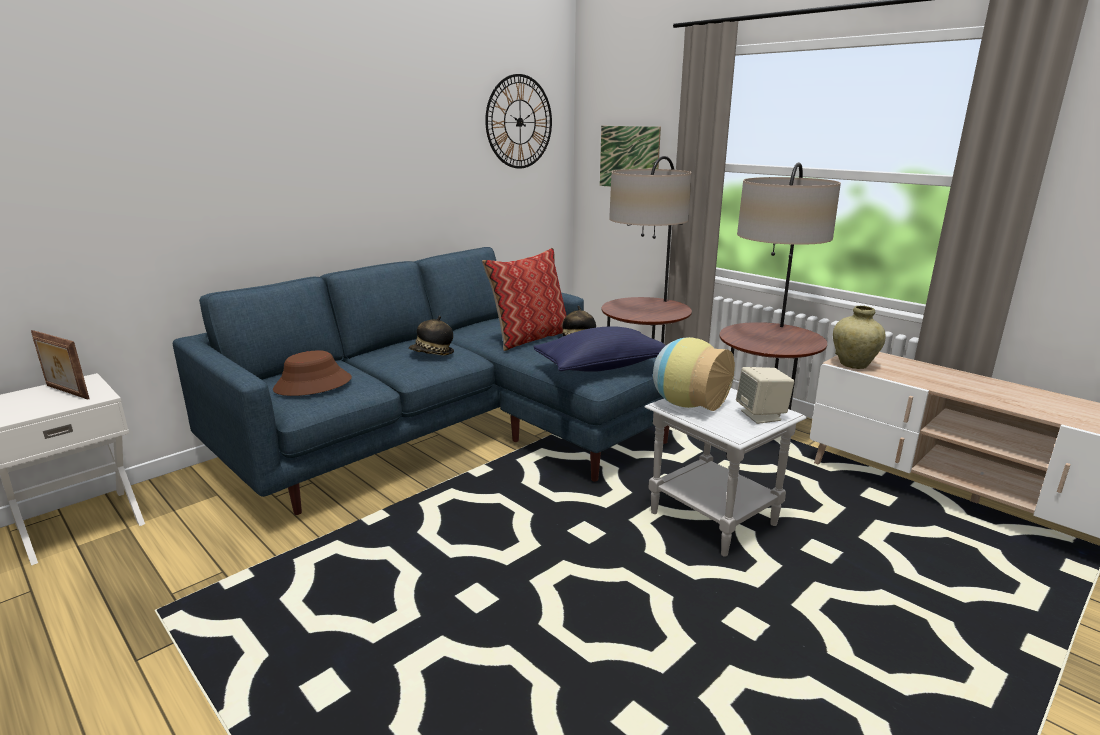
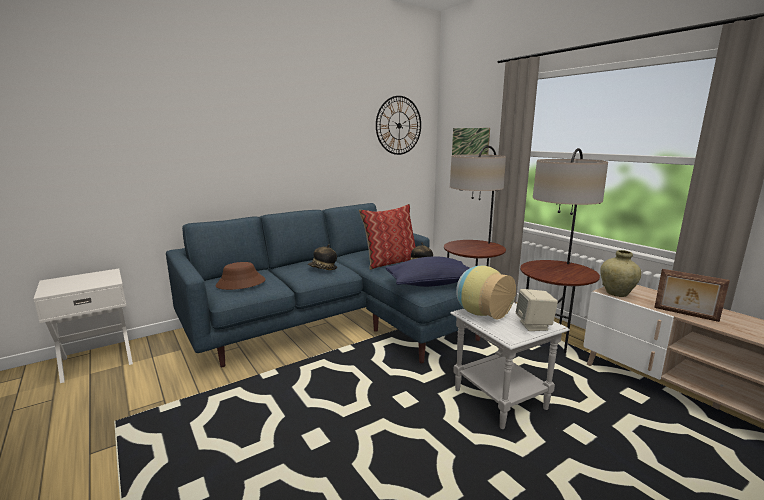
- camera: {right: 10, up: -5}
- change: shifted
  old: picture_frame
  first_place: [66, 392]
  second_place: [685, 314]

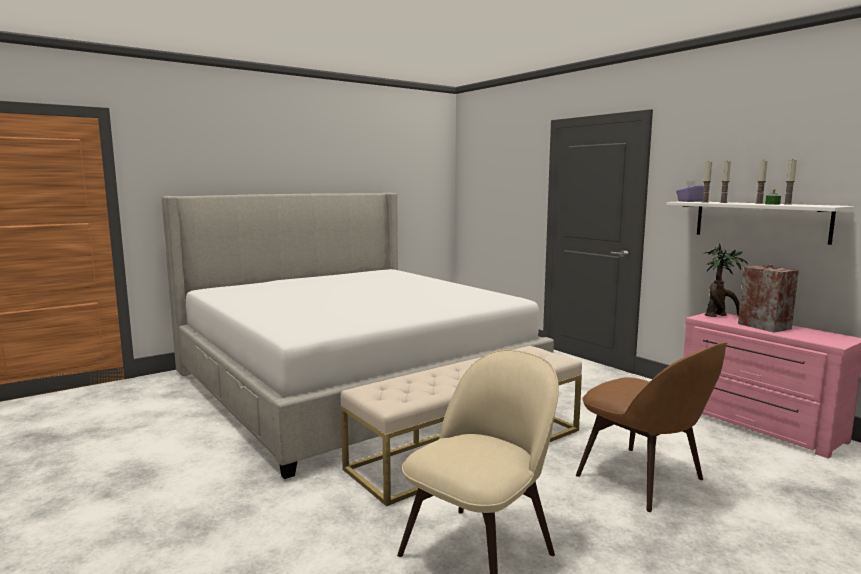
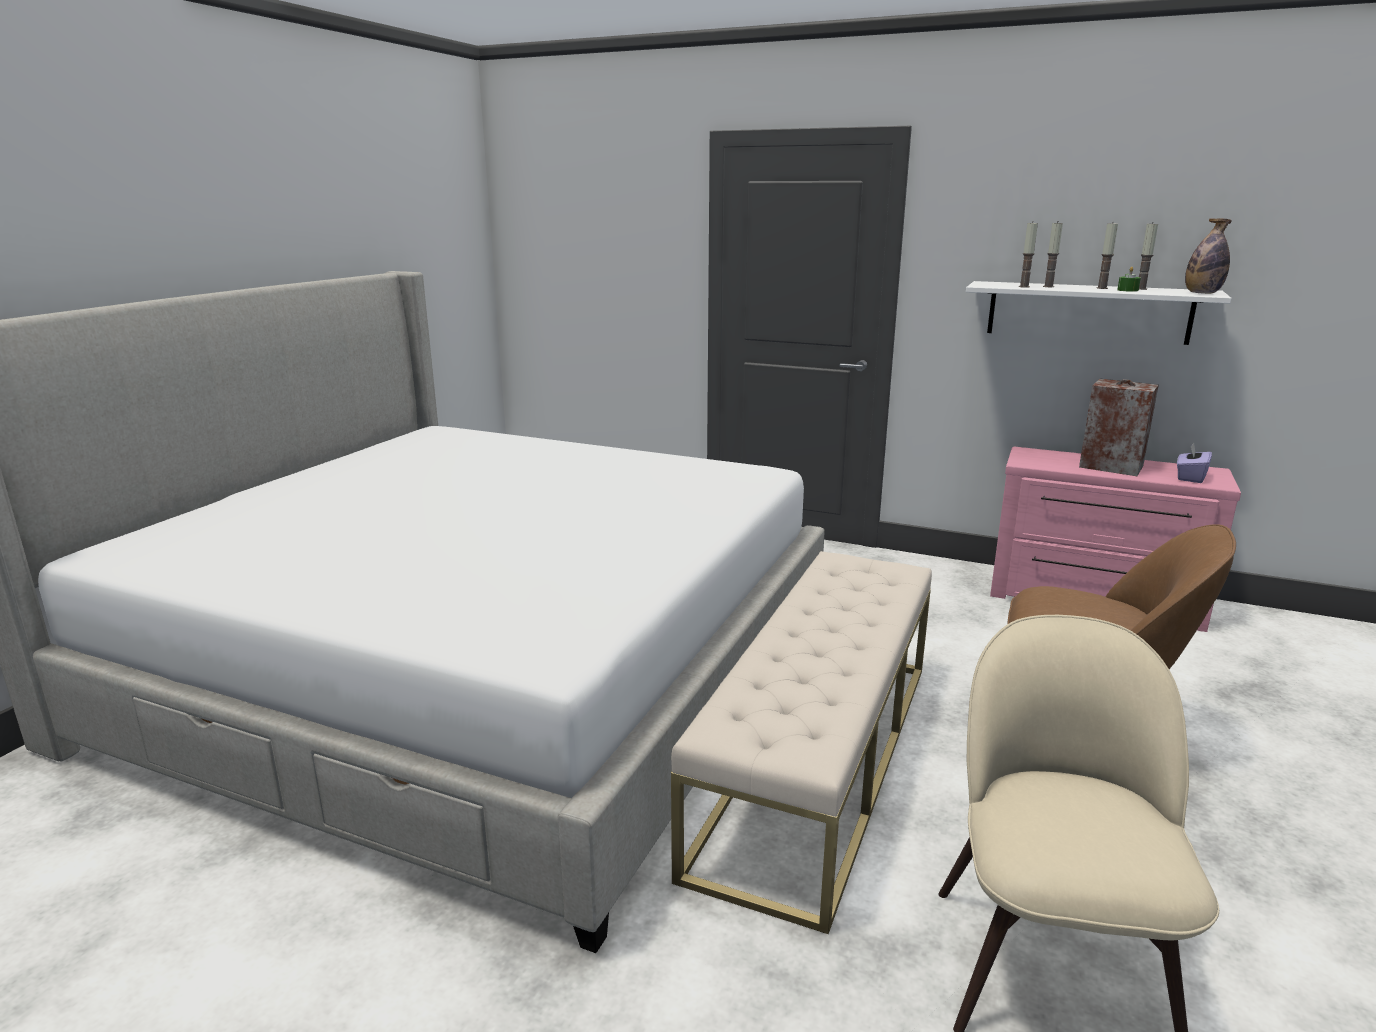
- camera: {right: -30, up: 10}
- change: gone
  old: potted_plant
  first_place: [719, 316]
- change: new
  new: bottle
  second_place: [1202, 293]
- change: shifted
  old: purple_tissue_box
  first_place: [690, 201]
  second_place: [1190, 477]

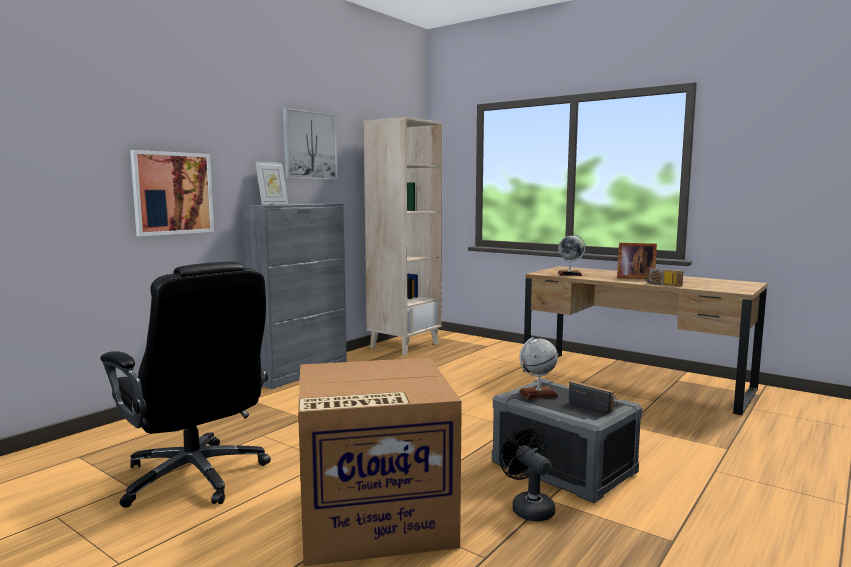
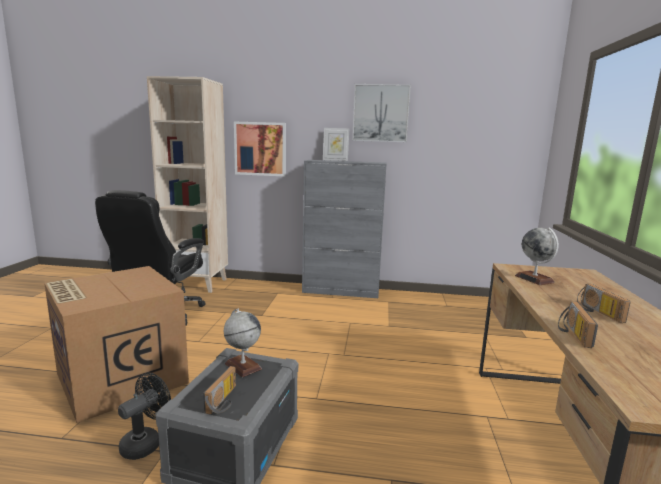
- camera: {right: 60, up: 5}
- change: shifted
  old: beige_bookcase
  first_place: [404, 345]
  second_place: [197, 284]
- change: swapped
  old: picture_frame
  new: radio
  first_place: [634, 277]
  second_place: [597, 312]

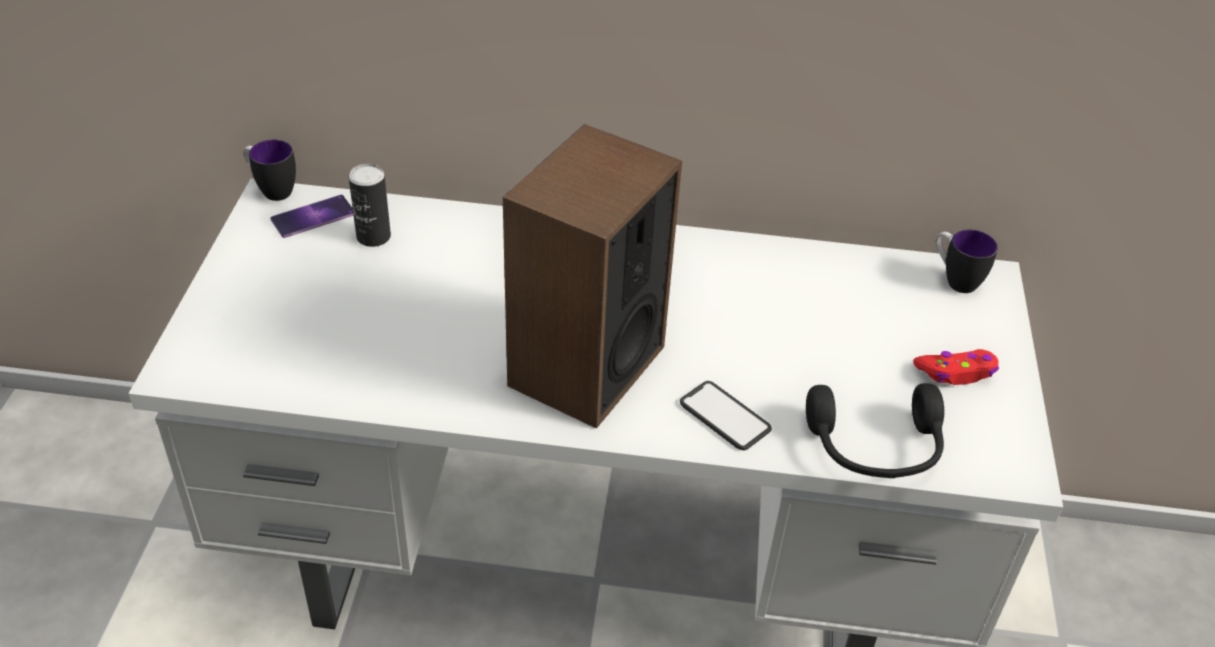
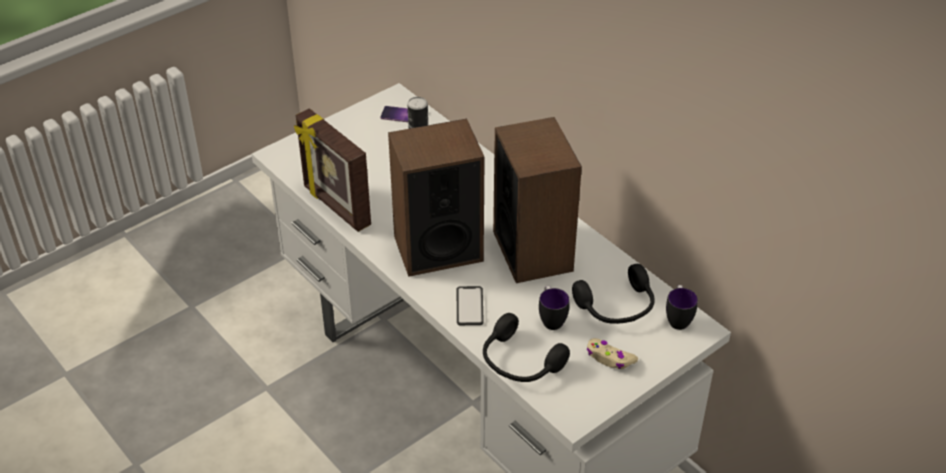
- camera: {right: 45, up: 0}
- change: new
  new: picture_frame
  second_place: [335, 207]
- change: new
  new: speaker
  second_place: [533, 251]
- change: new
  new: black_headphones
  second_place: [617, 307]
- change: shifted
  old: mug
  first_place: [272, 189]
  second_place: [551, 319]
- change: repainted
  old: red_game_controller
  new: beige_game_controller
  first_place: [956, 372]
  second_place: [609, 358]

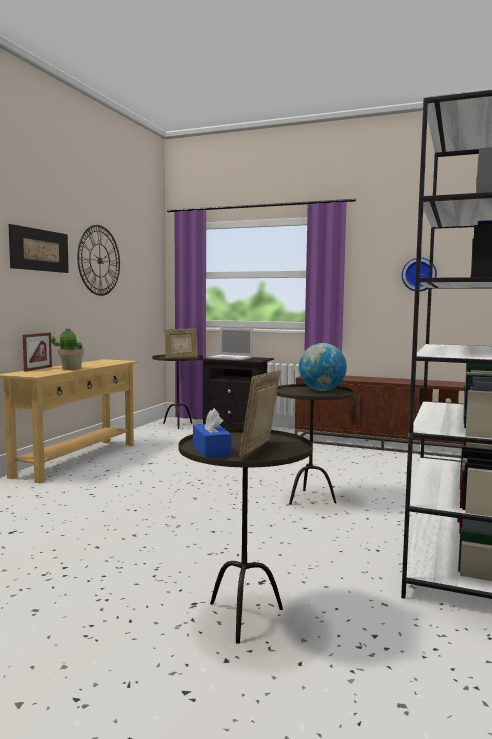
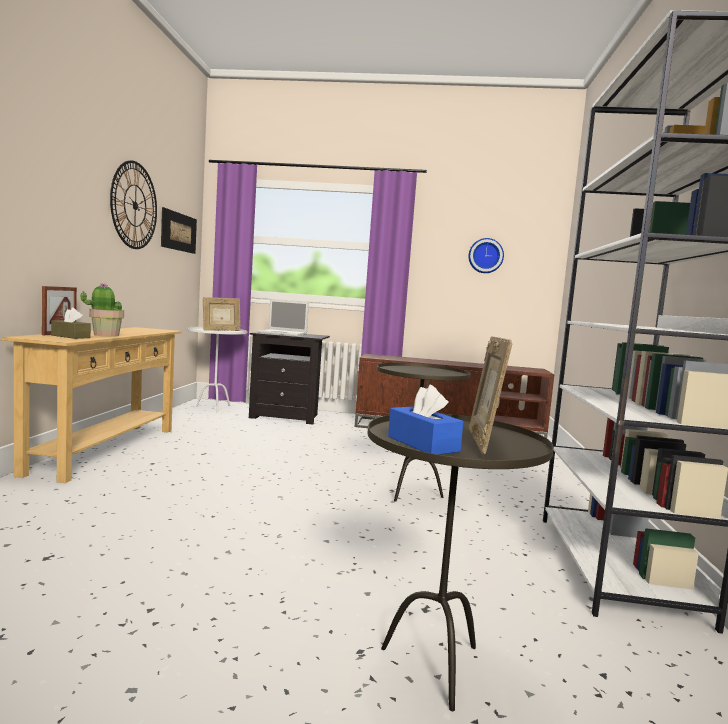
- camera: {right: -15, up: 0}
- change: gone
  old: globe
  first_place: [321, 390]
- change: new
  new: brown_tissue_box
  second_place: [70, 336]
- change: shifted
  old: picture
  first_place: [39, 250]
  second_place: [179, 232]
- change: repainted
  old: brown_side_table
  new: white_side_table
  first_place: [178, 425]
  second_place: [214, 408]

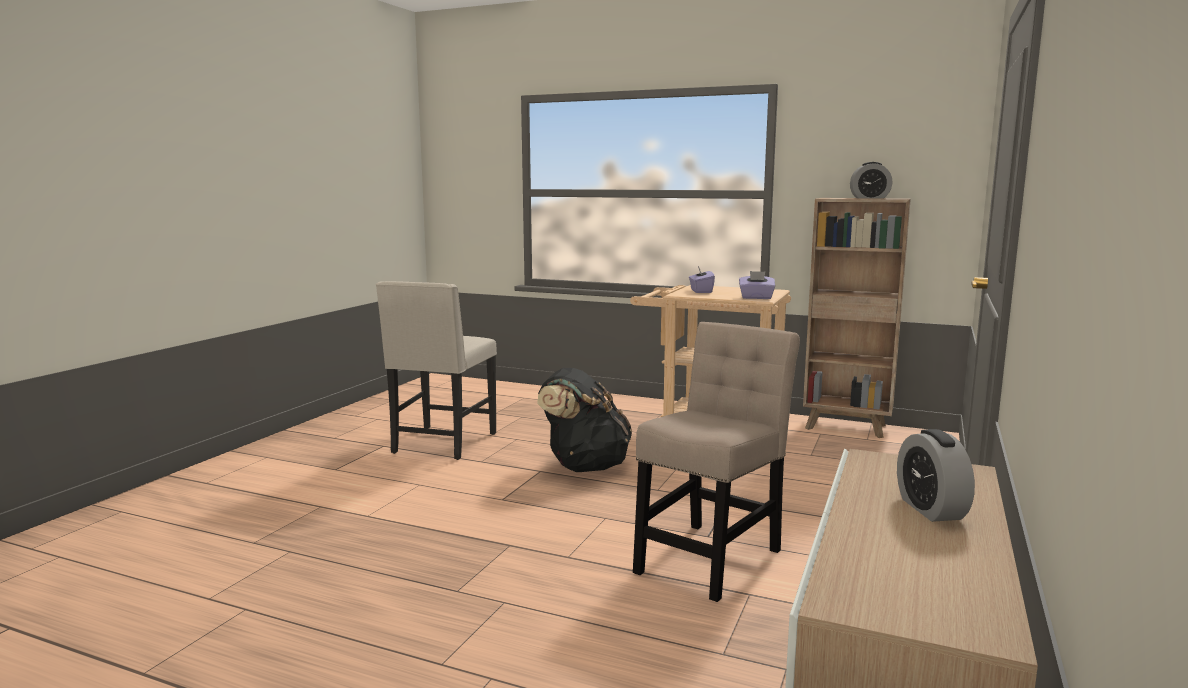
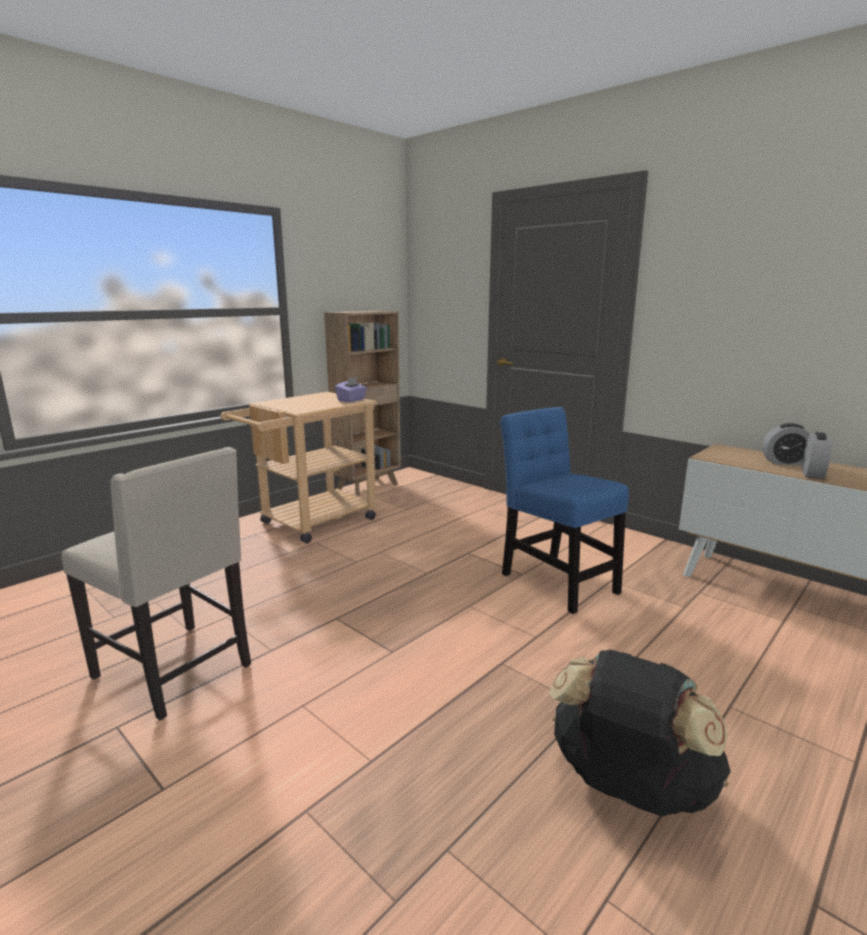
- camera: {right: -70, up: 5}
- change: gone
  old: purple_tissue_box
  first_place: [700, 291]
- change: shifted
  old: black_backpack
  first_place: [584, 466]
  second_place: [628, 788]
- change: shifted
  old: alarm_clock
  first_place: [869, 198]
  second_place: [812, 474]
- change: repainted
  old: beige_chair
  new: blue_chair
  first_place: [711, 557]
  second_place: [555, 580]

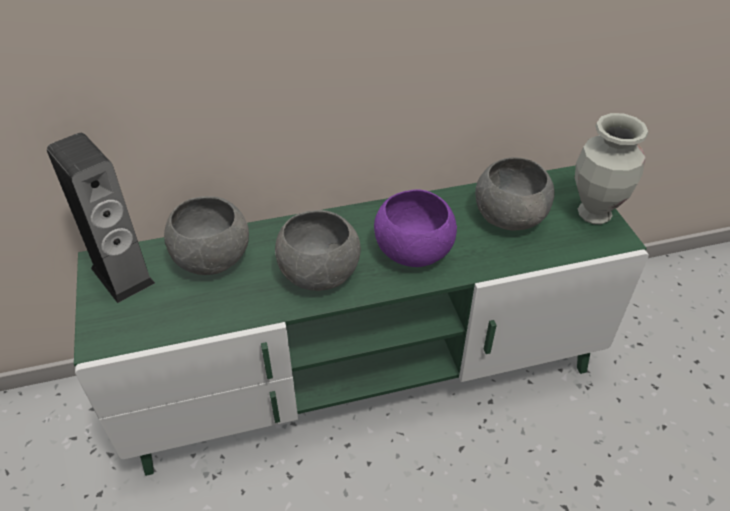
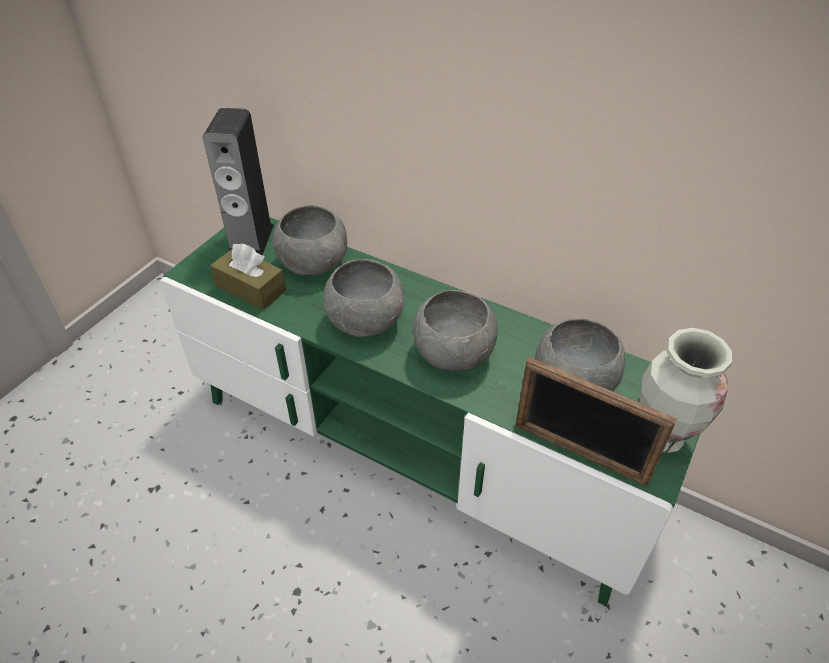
- camera: {right: 45, up: 0}
- change: new
  new: brown_tissue_box
  second_place: [251, 288]
- change: new
  new: picture_frame
  second_place: [579, 453]
- change: repainted
  old: purple_bowl
  new: grey_bowl
  first_place: [413, 250]
  second_place: [454, 353]

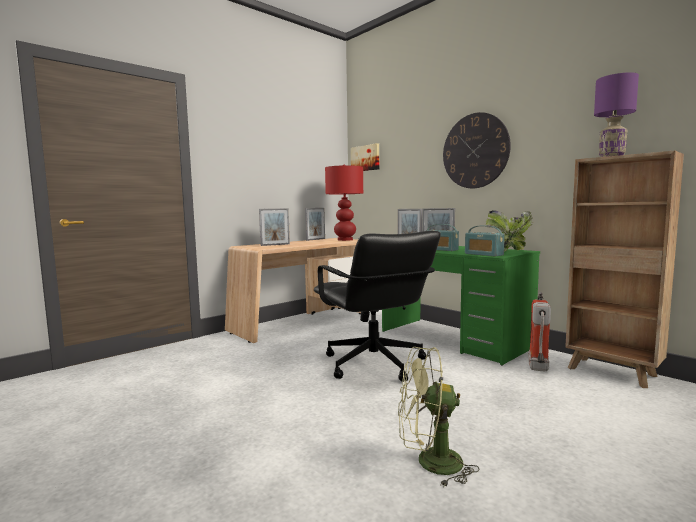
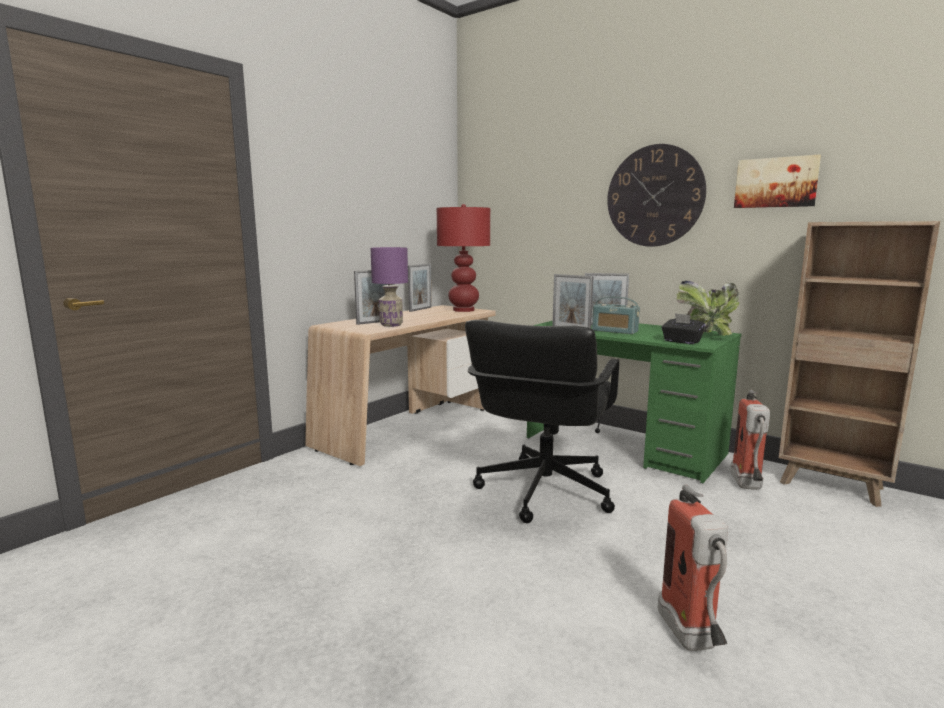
- camera: {right: -10, up: 5}
- change: shifted
  old: picture
  first_place: [365, 158]
  second_place: [776, 182]
- change: shifted
  old: purple_table_lamp
  first_place: [611, 157]
  second_place: [390, 325]
- change: swapped
  old: green_fan
  new: fire_extinguisher
  first_place: [430, 463]
  second_place: [692, 640]
- change: swapped
  old: radio
  new: black_tissue_box
  first_place: [483, 254]
  second_place: [681, 341]
- change: rotated
  old: black_office_chair
  first_place: [374, 364]
  second_place: [543, 491]
  degrees: 60

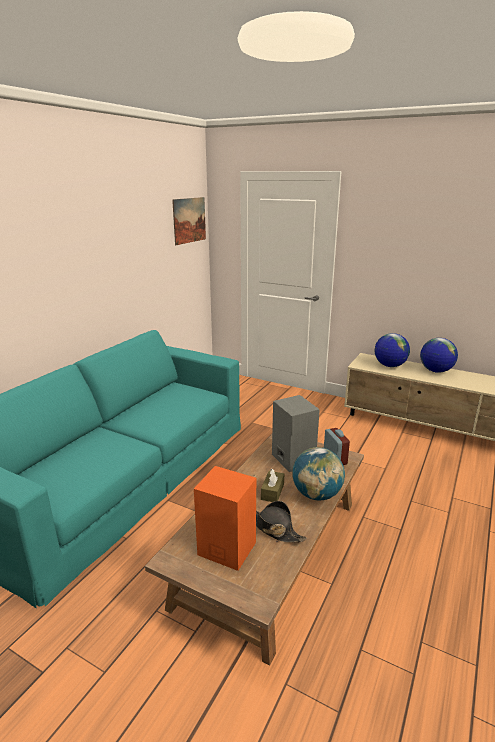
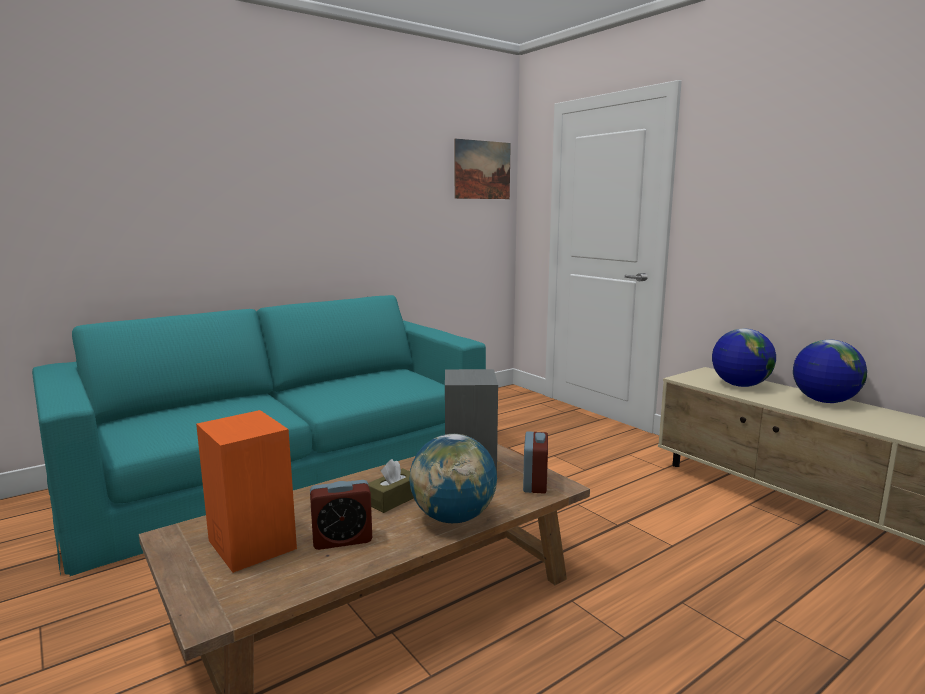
- camera: {right: 25, up: -10}
- change: swapped
  old: black_hat
  new: alarm_clock
  first_place: [274, 528]
  second_place: [342, 540]

